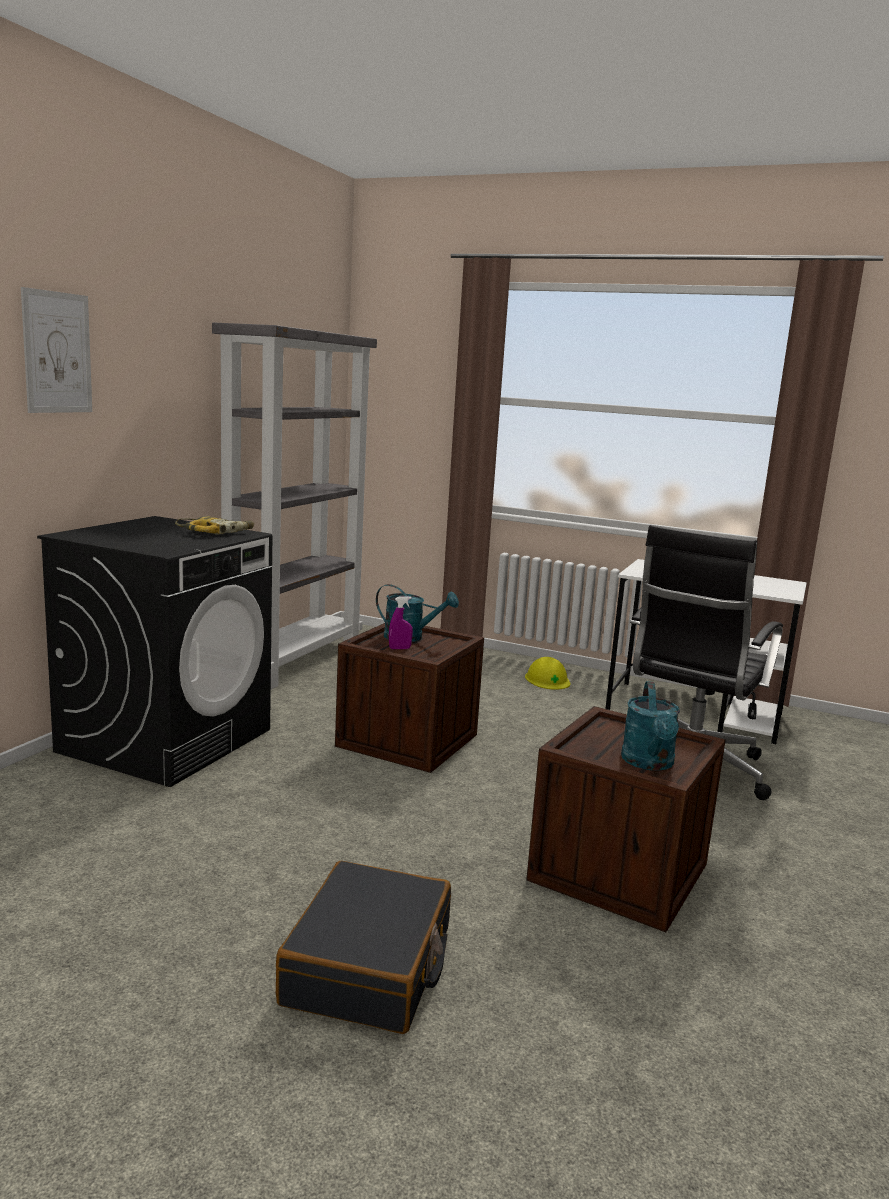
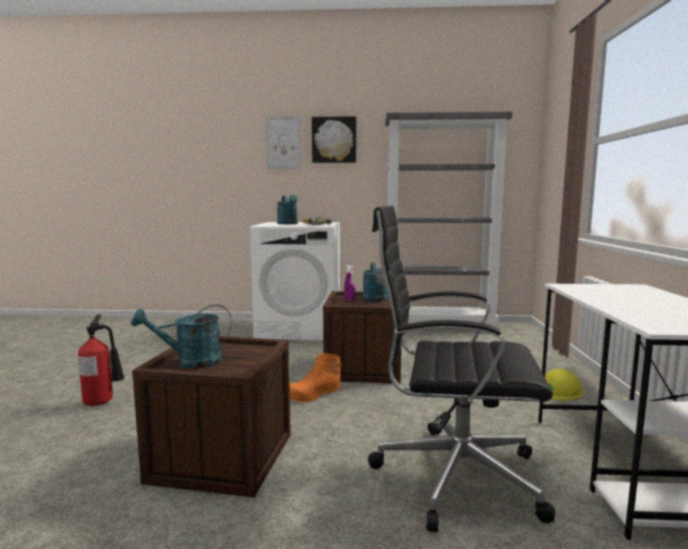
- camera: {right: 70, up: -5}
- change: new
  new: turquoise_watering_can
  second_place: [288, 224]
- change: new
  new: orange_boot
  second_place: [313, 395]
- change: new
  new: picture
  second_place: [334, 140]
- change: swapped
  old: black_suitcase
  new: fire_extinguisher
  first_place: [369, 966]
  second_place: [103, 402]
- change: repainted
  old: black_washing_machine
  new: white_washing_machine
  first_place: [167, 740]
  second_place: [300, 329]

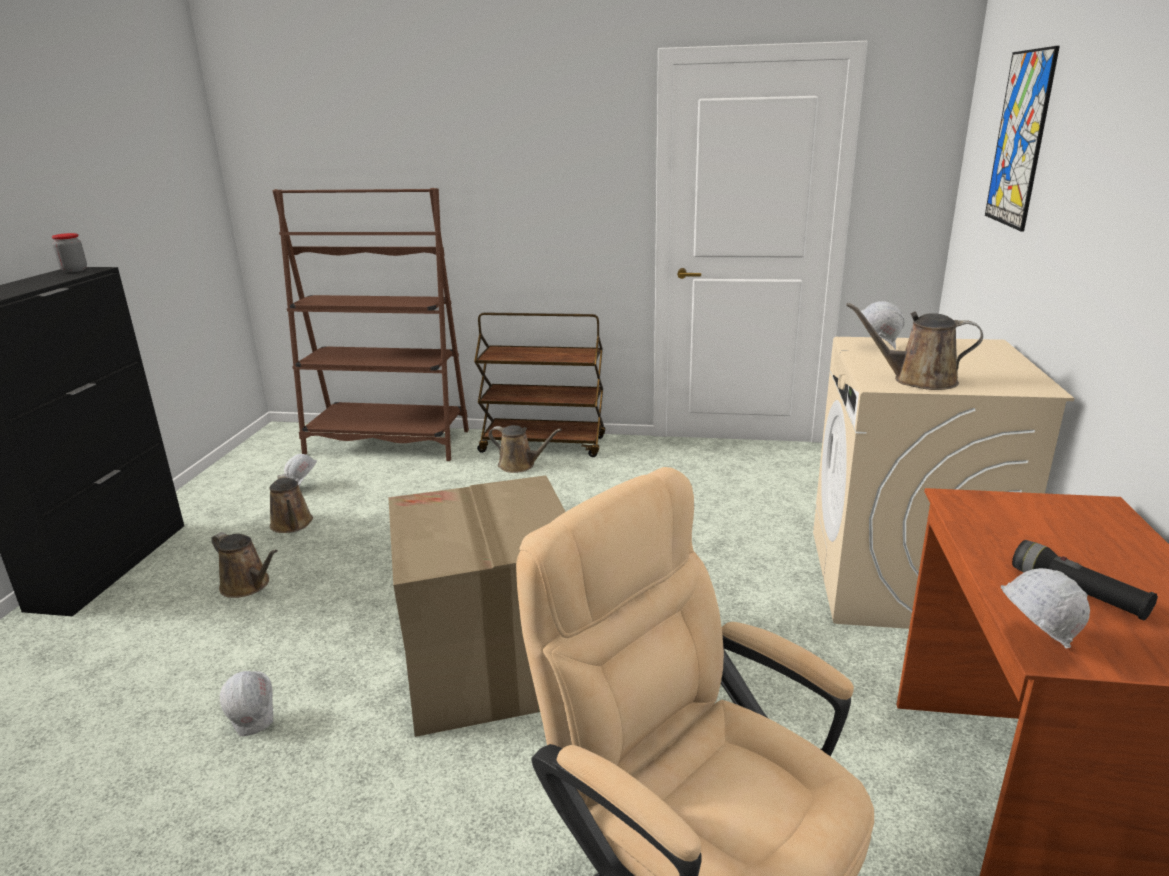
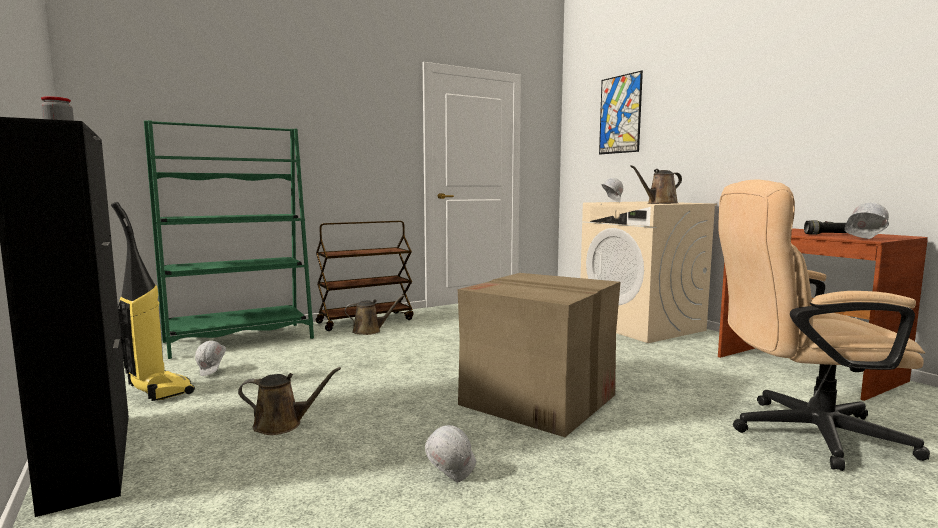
- camera: {right: -40, up: -15}
- change: gone
  old: brown_watering_can
  first_place: [292, 525]
- change: new
  new: vacuum_cleaner
  second_place: [158, 390]
- change: repainted
  old: brown_bookcase
  new: green_bookcase
  first_place: [388, 442]
  second_place: [239, 340]

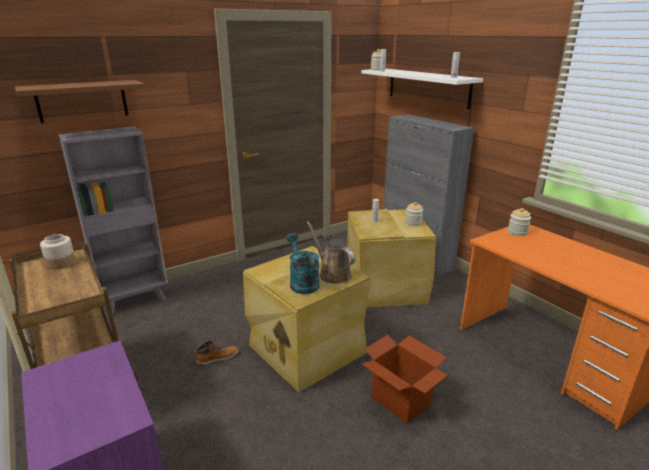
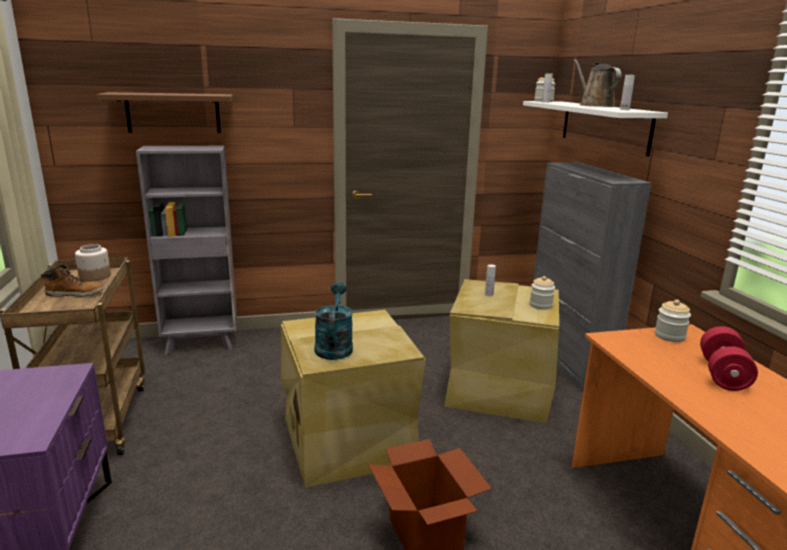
- camera: {right: 20, up: -5}
- change: new
  new: red_dumbbell
  second_place: [722, 374]
- change: shifted
  old: boot
  first_place: [217, 358]
  second_place: [76, 293]
- change: shifted
  old: brown_watering_can
  first_place: [333, 274]
  second_place: [594, 106]

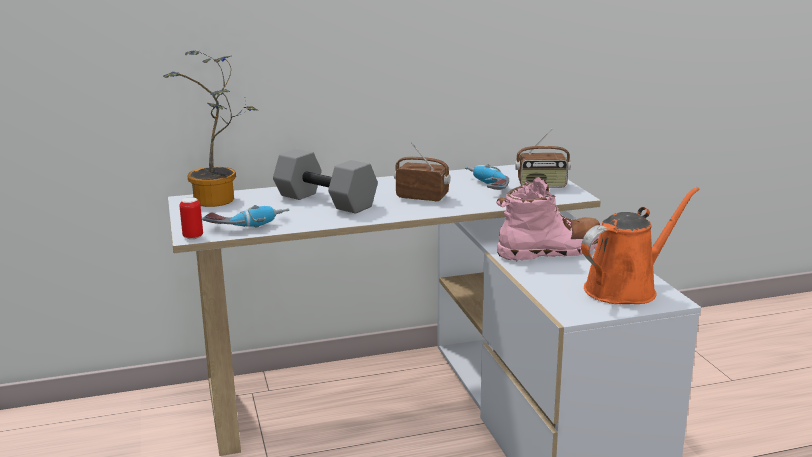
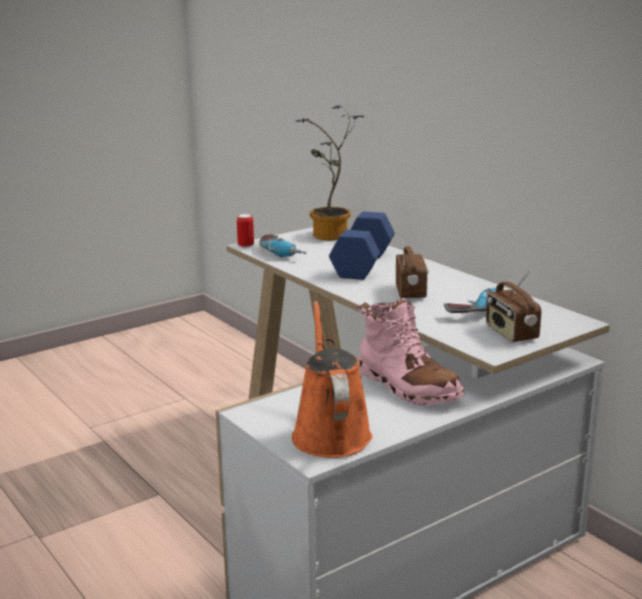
- camera: {right: 70, up: 0}
- change: repainted
  old: grey_dumbbell
  new: blue_dumbbell
  first_place: [327, 201]
  second_place: [364, 264]
- change: rotated
  old: orange_watering_can
  first_place: [626, 288]
  second_place: [330, 433]
  degrees: -135

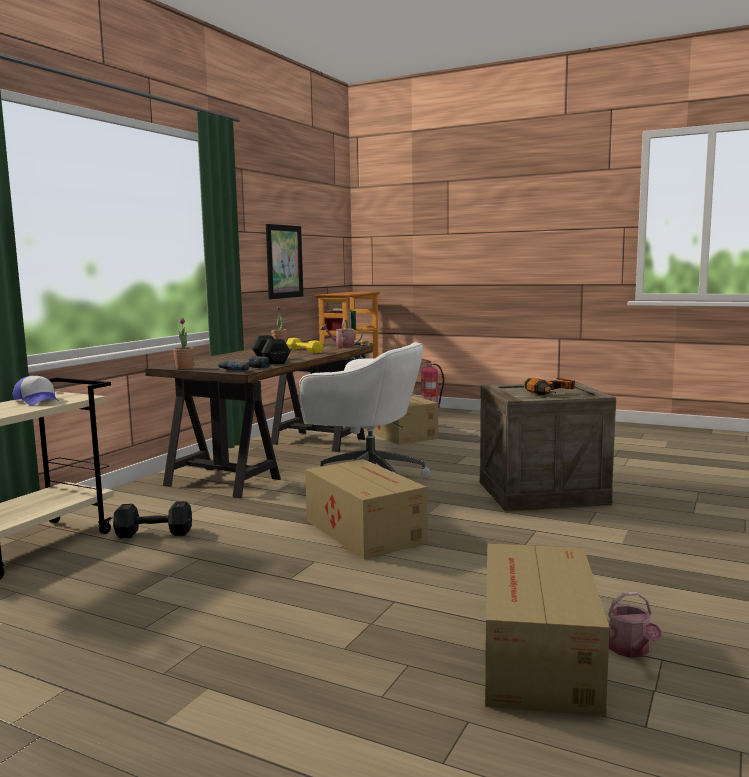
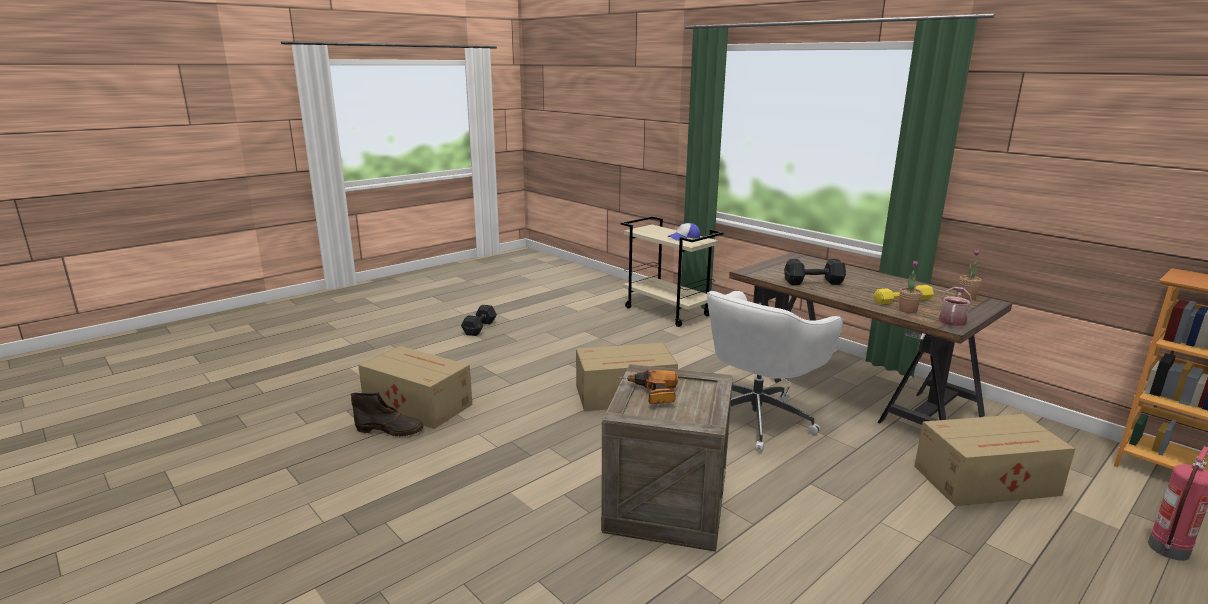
- camera: {right: 110, up: 10}
- change: gone
  old: power_drill
  first_place: [244, 369]
- change: gone
  old: picture
  first_place: [284, 261]
- change: shifted
  old: black_dumbbell
  first_place: [152, 533]
  second_place: [480, 328]
- change: shifted
  old: potted_plant
  first_place: [184, 368]
  second_place: [907, 310]
- change: swapped
  old: watering_can
  new: brown_boot
  first_place: [631, 650]
  second_place: [390, 430]

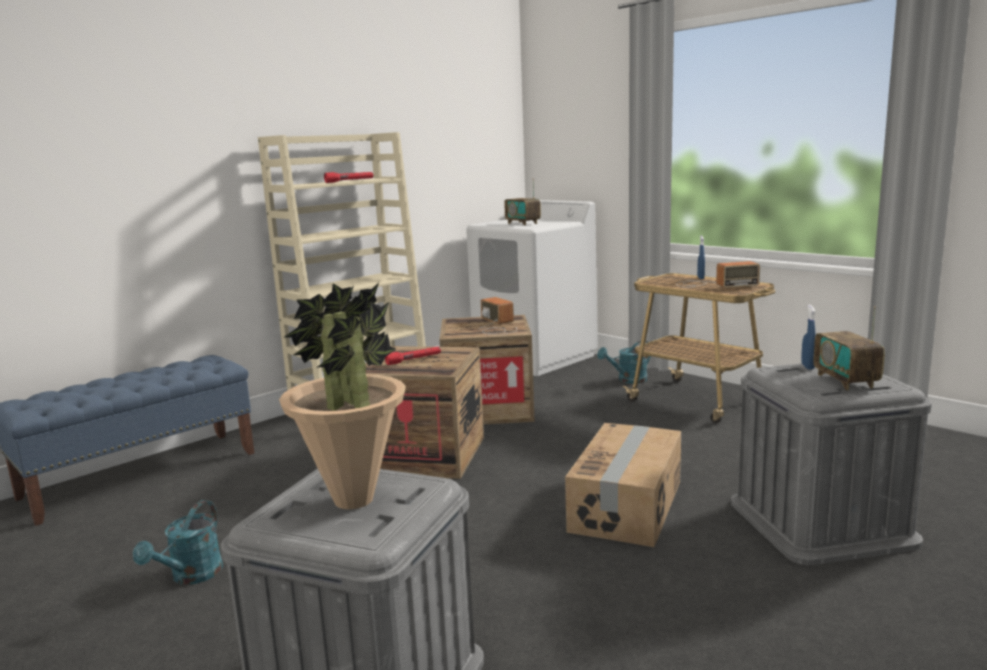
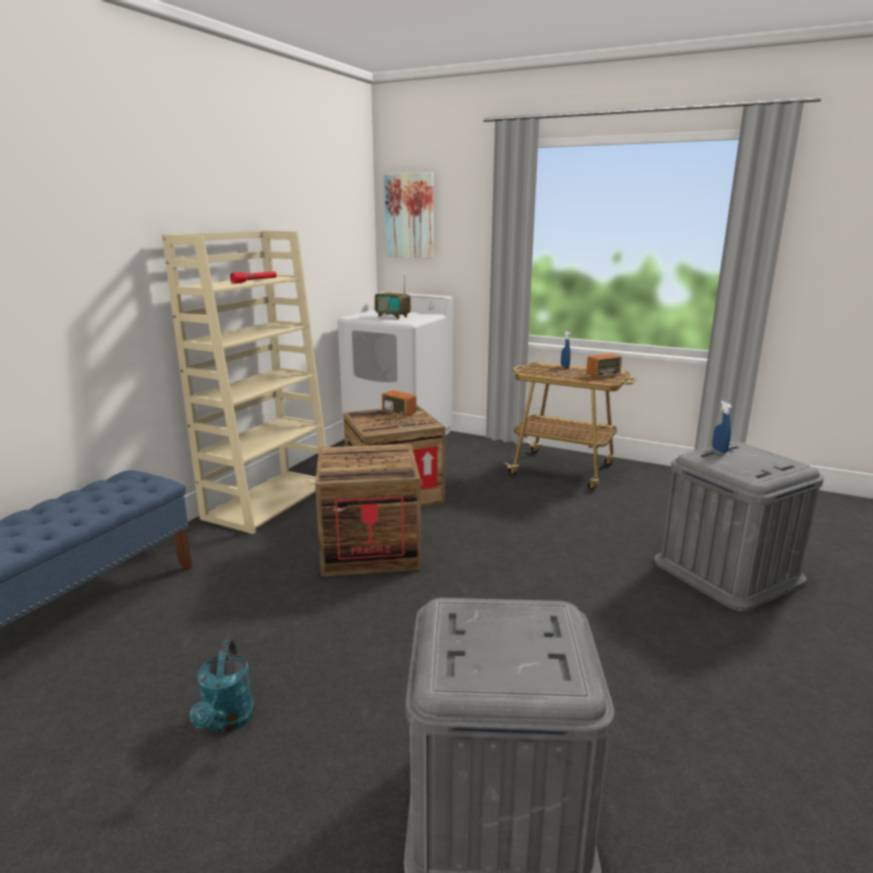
- camera: {right: -20, up: 5}
- change: gone
  old: potted_plant
  first_place: [354, 499]
- change: gone
  old: red_flashlight
  first_place: [414, 360]
- change: gone
  old: cardboard_box
  first_place: [628, 505]
- change: gone
  old: turquoise_watering_can
  first_place: [628, 380]
- change: gone
  old: radio
  first_place: [845, 381]
- change: new
  new: picture
  second_place: [410, 215]

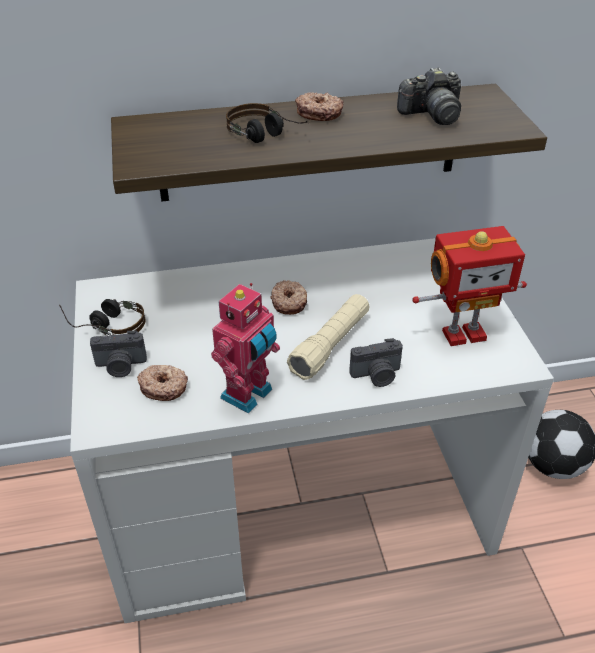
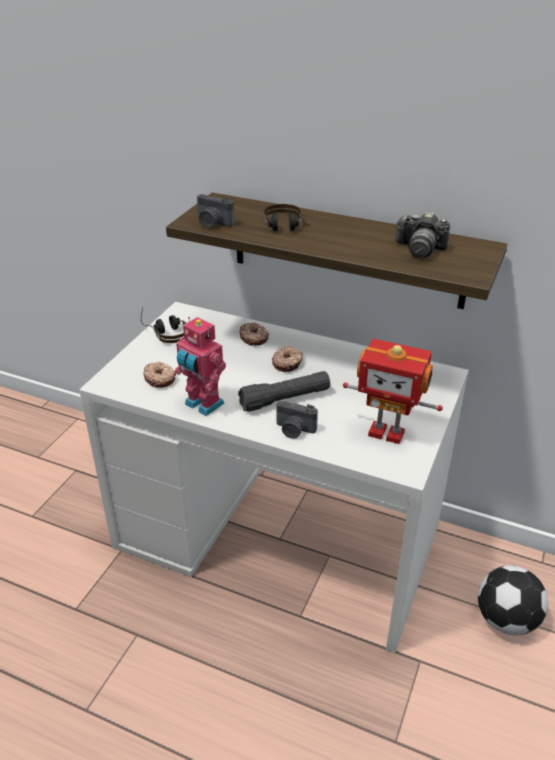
- camera: {right: 35, up: -5}
- change: shifted
  old: photo_camera
  first_place: [120, 366]
  second_place: [213, 223]
- change: shifted
  old: donut
  first_place: [319, 113]
  second_place: [254, 338]
- change: repainted
  old: beige_flashlight
  new: black_flashlight
  first_place: [330, 345]
  second_place: [285, 399]
- change: rotated
  old: toy_robot
  first_place: [249, 395]
  second_place: [202, 405]
  degrees: 60

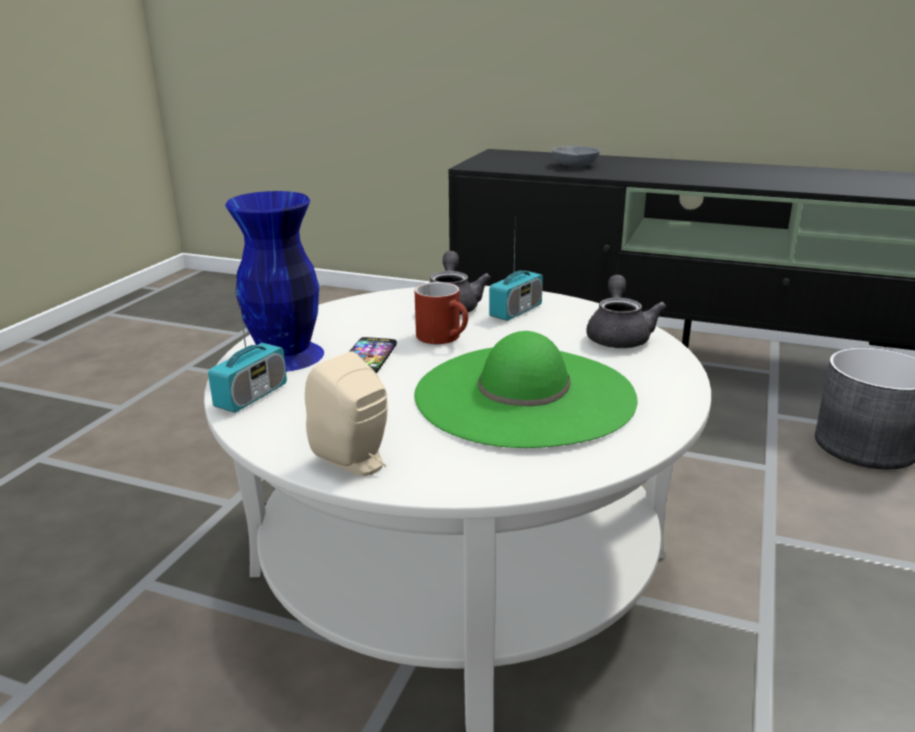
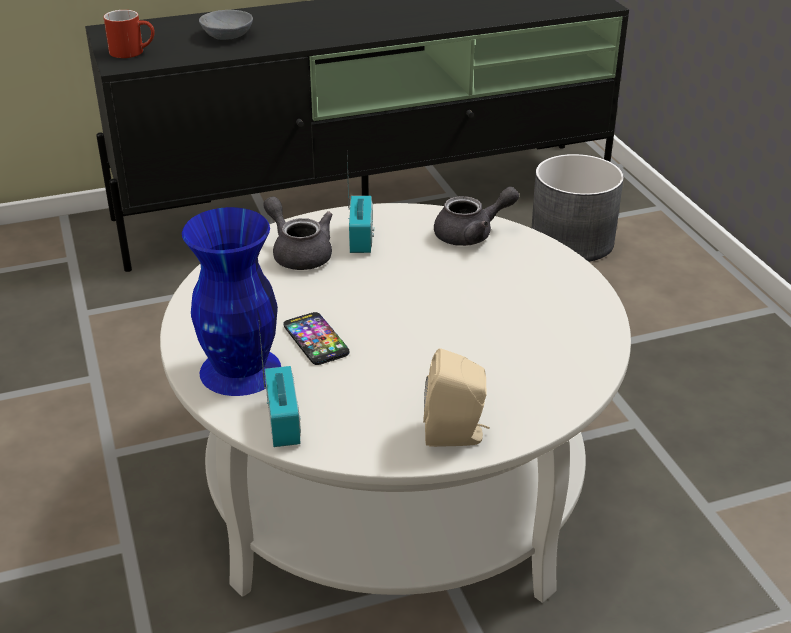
- camera: {right: -40, up: 10}
- change: gone
  old: green_hat
  first_place: [524, 395]
- change: shifted
  old: red_mug
  first_place: [445, 338]
  second_place: [133, 52]
- change: rotated
  old: grey_teapot
  first_place: [619, 336]
  second_place: [472, 234]
  degrees: 105

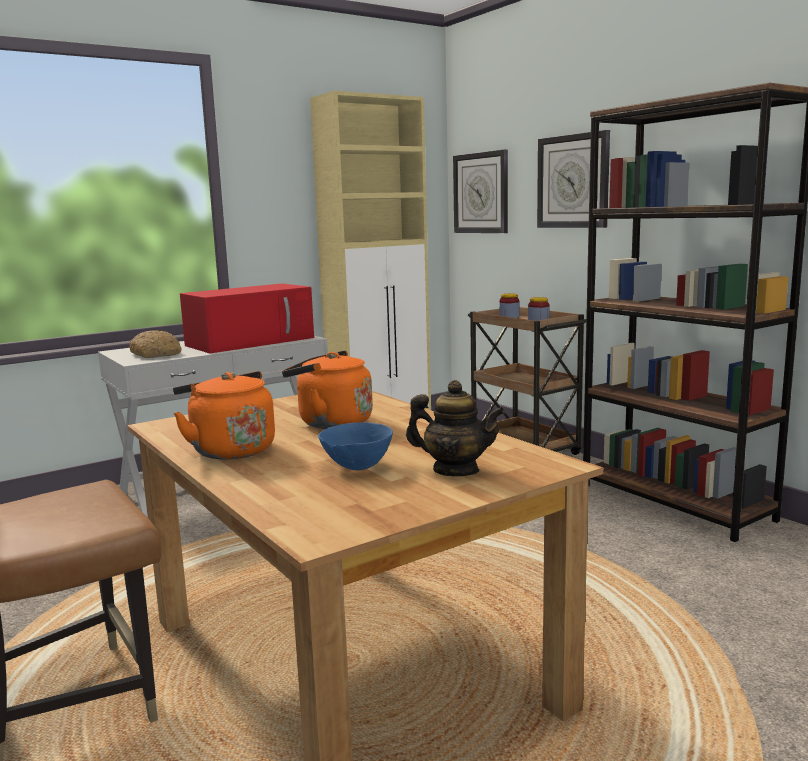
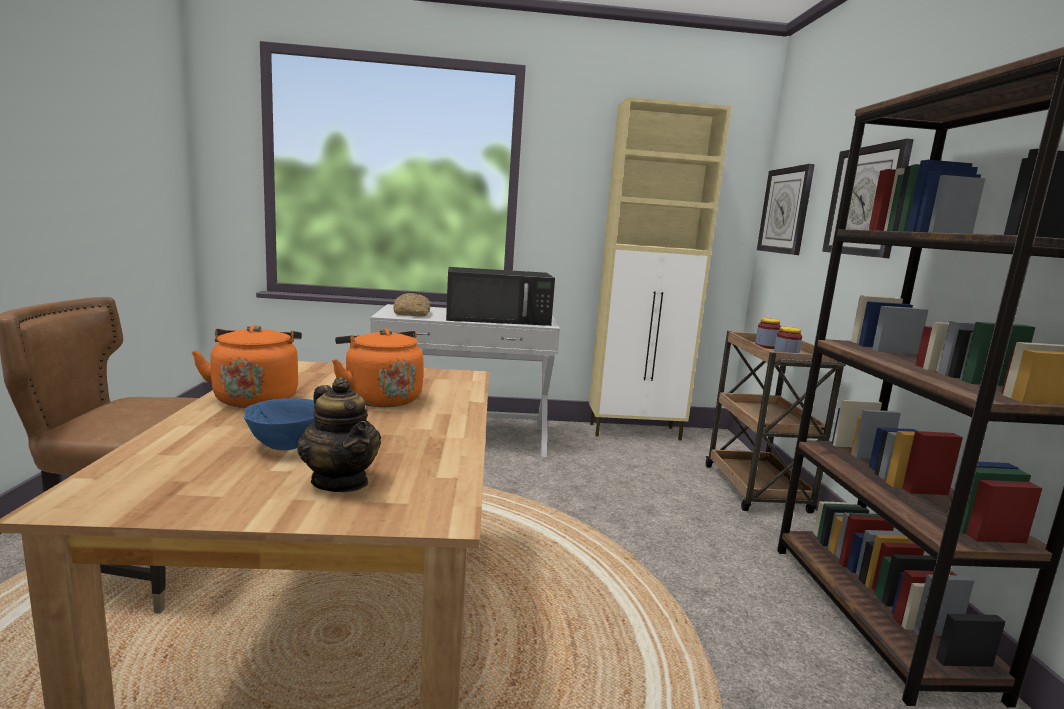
- camera: {right: 30, up: 0}
- change: repainted
  old: red_microwave
  new: black_microwave
  first_place: [252, 341]
  second_place: [499, 318]

